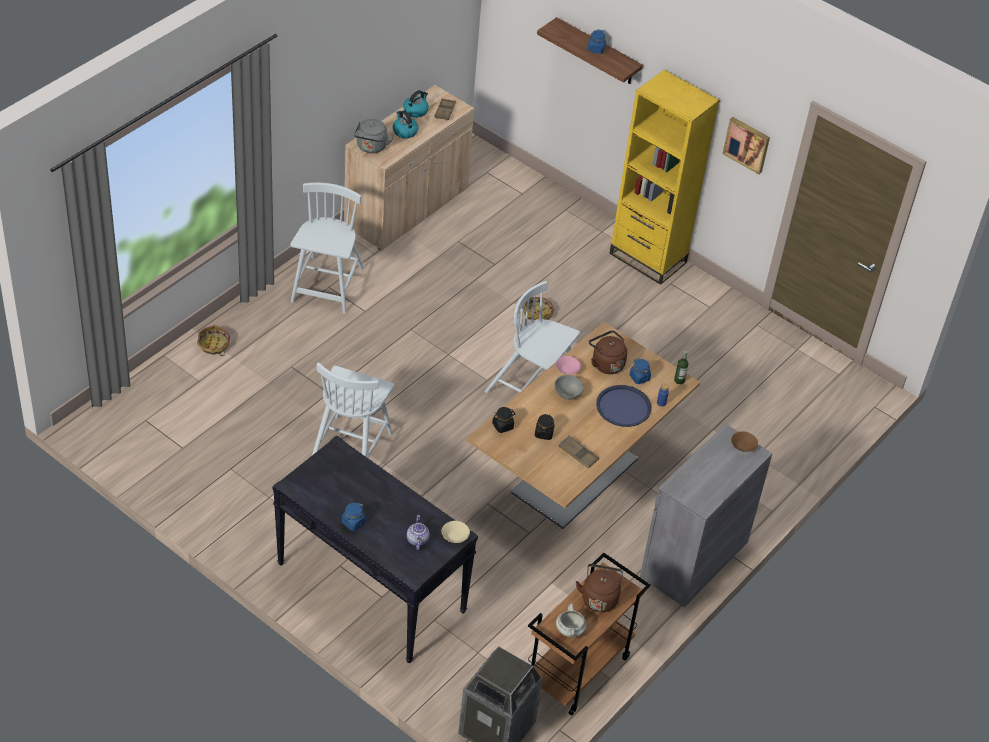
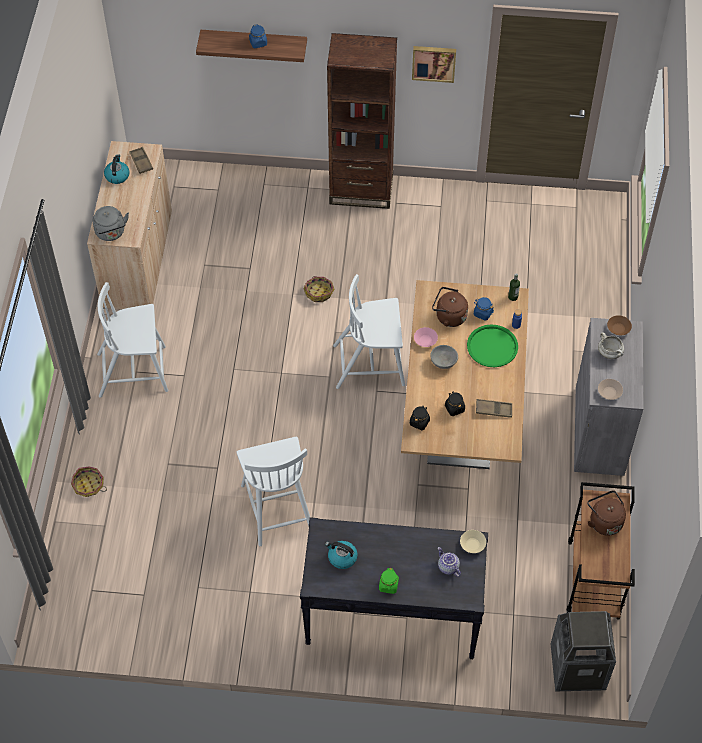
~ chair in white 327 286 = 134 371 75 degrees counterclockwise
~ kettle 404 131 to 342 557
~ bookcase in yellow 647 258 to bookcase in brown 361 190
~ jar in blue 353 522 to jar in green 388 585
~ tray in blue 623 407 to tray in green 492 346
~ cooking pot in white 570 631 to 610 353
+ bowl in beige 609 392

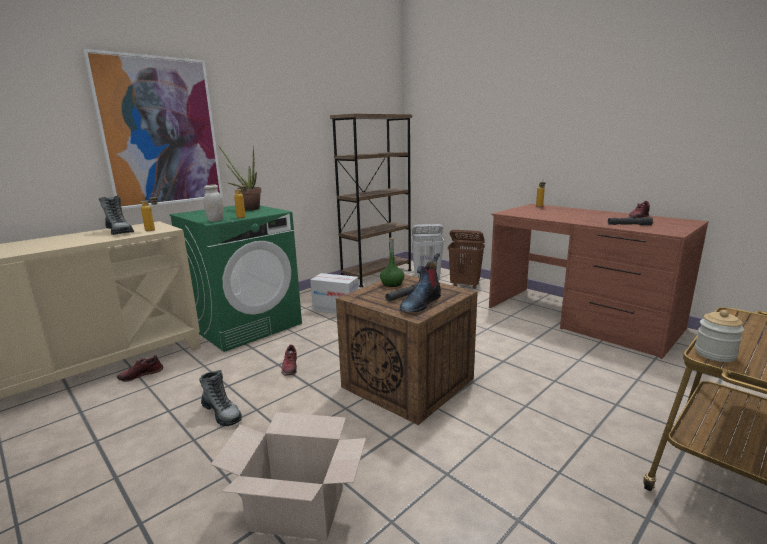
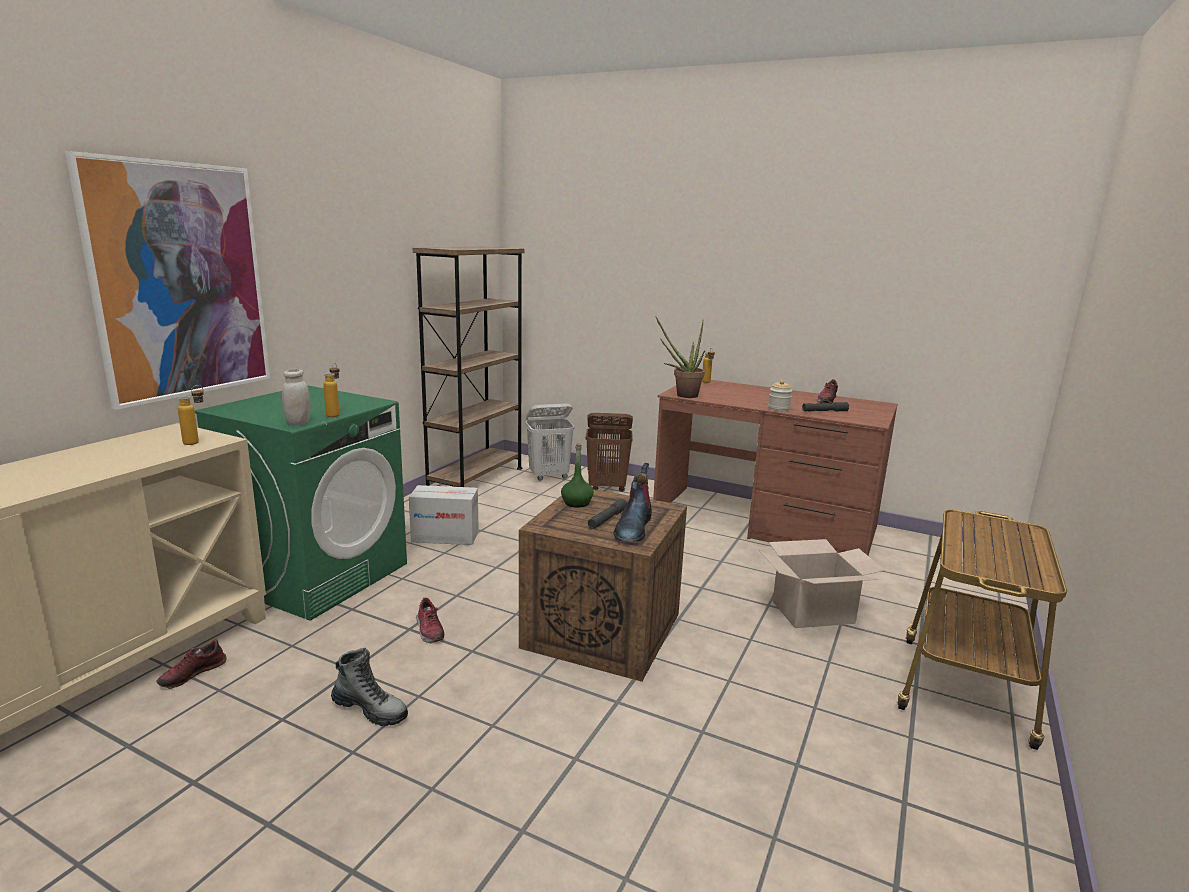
~ potted plant 247 209 to 682 395
~ cardboard box 296 510 to 813 612
~ jar 714 354 to 778 408
- boot 119 231

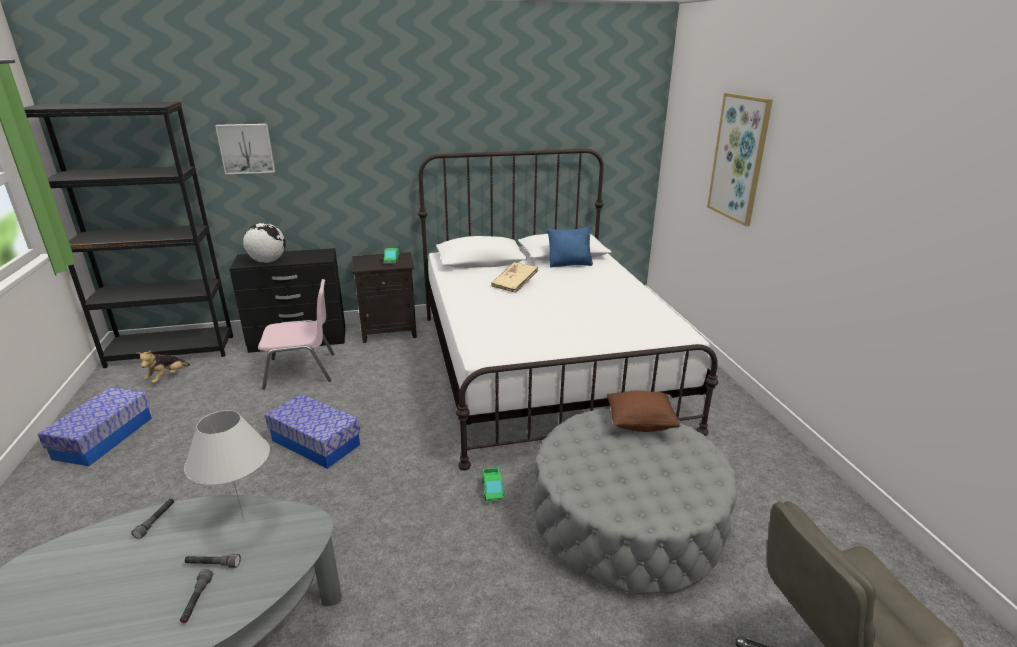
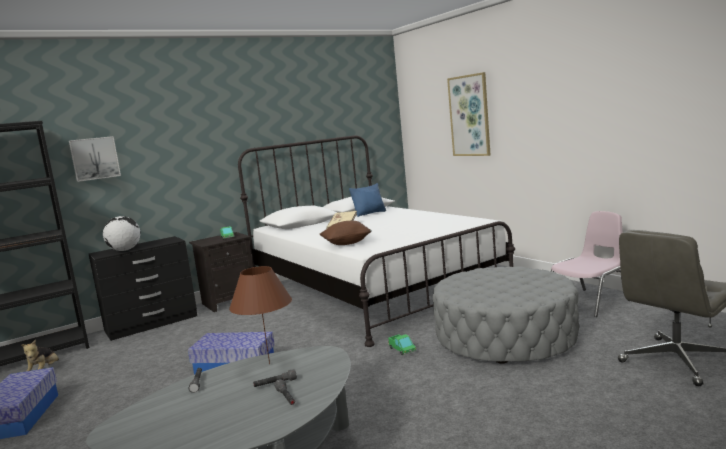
~ table lamp in white 244 519 to table lamp in brown 269 364
~ pillow in brown 641 424 to 347 243
~ chair in pink 302 370 to 590 302

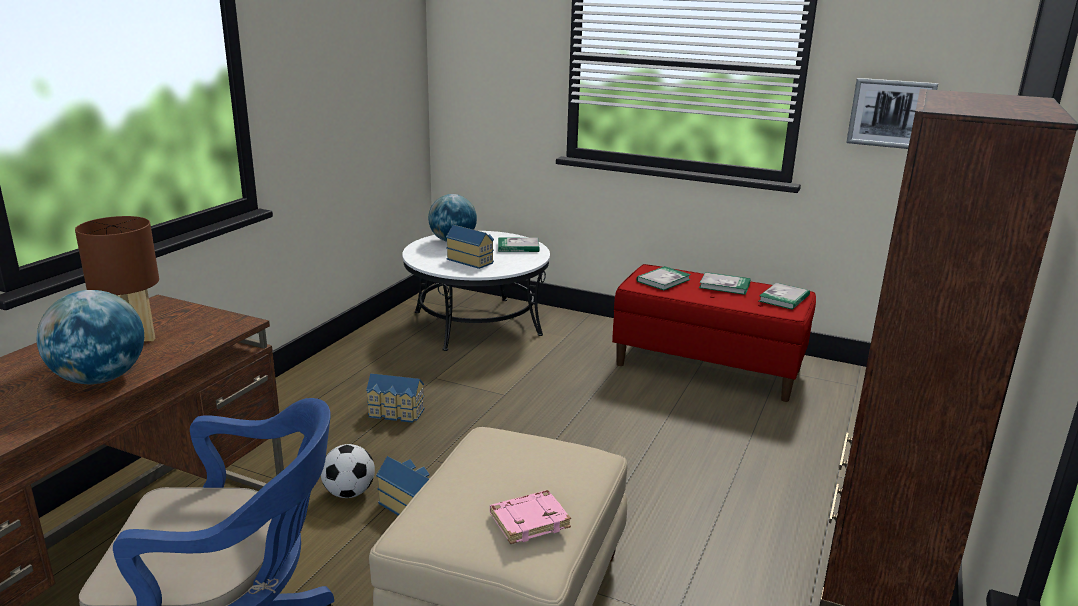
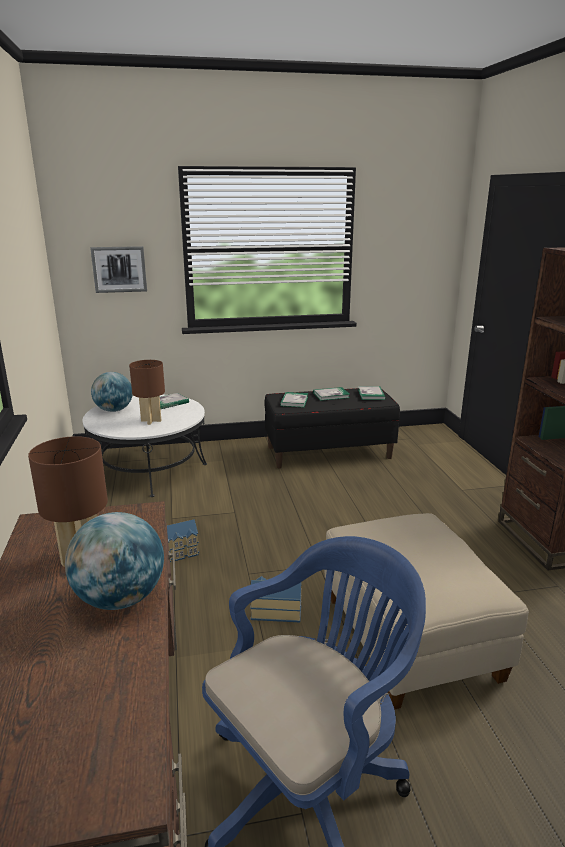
~ picture 891 113 to 119 269
~ toy house 471 260 to table lamp in brown 151 420
~ bench in red 708 367 to bench in black 329 452
- football 349 493
- book in pink 529 520

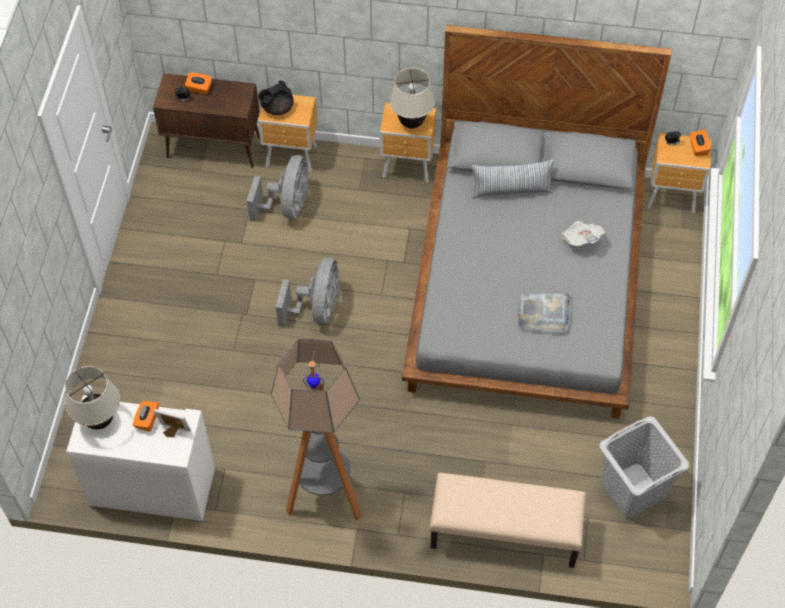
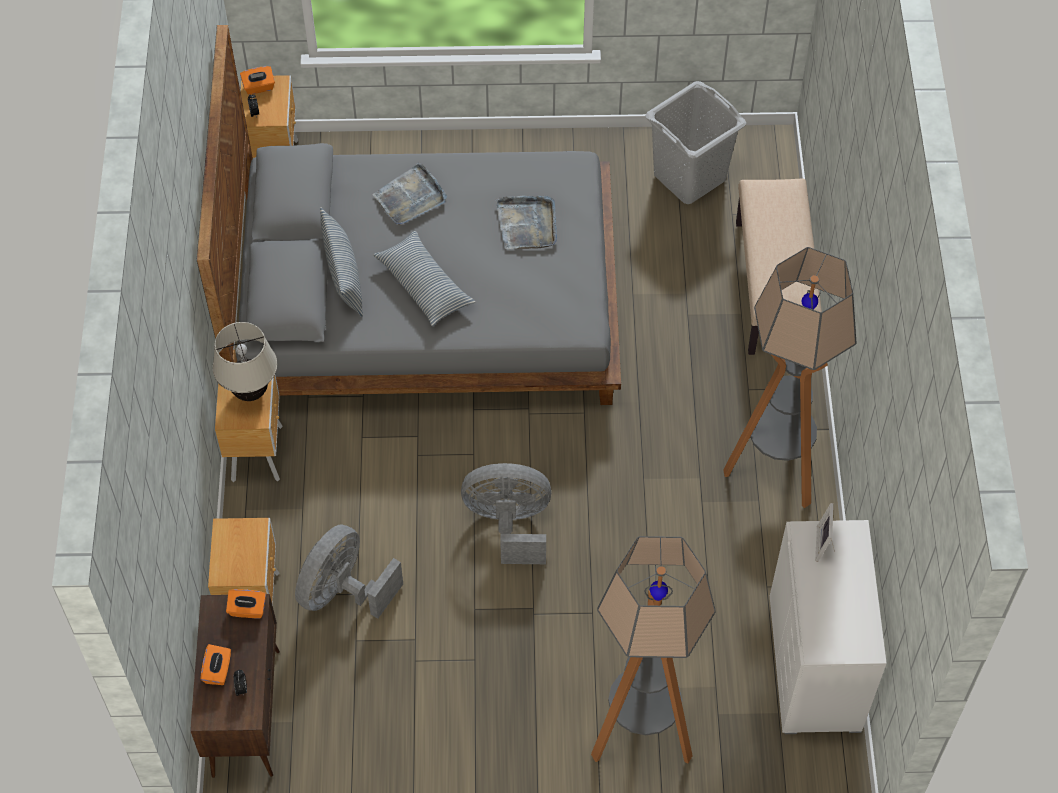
~ tissue box in orange 147 420 to 247 610
~ fan in grey 287 206 = 343 591 60 degrees counterclockwise
~ newspaper 581 239 to tray in grey 410 197
+ pillow 424 285
+ floor lamp 641 732
- table lamp in beige 99 421
- teapot in black 277 108

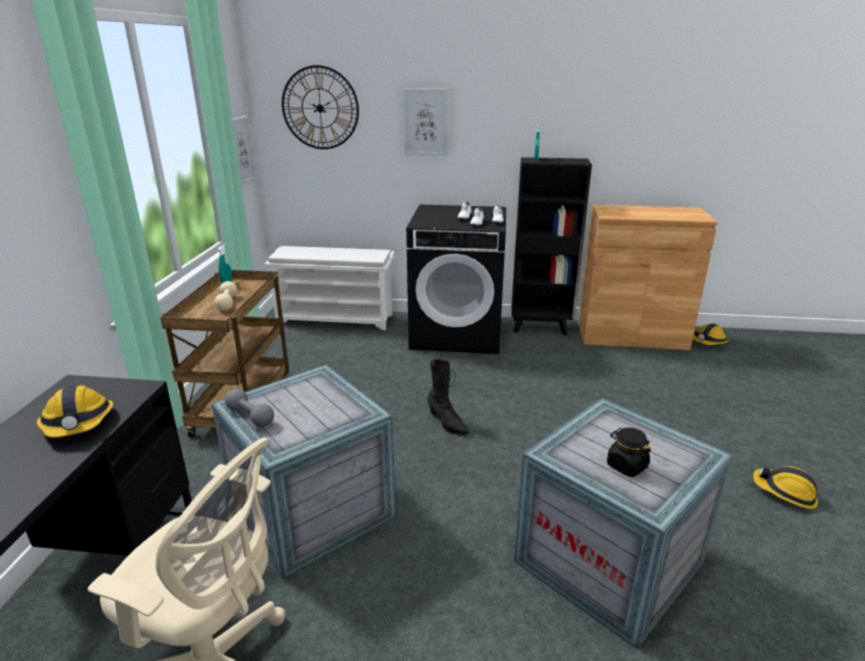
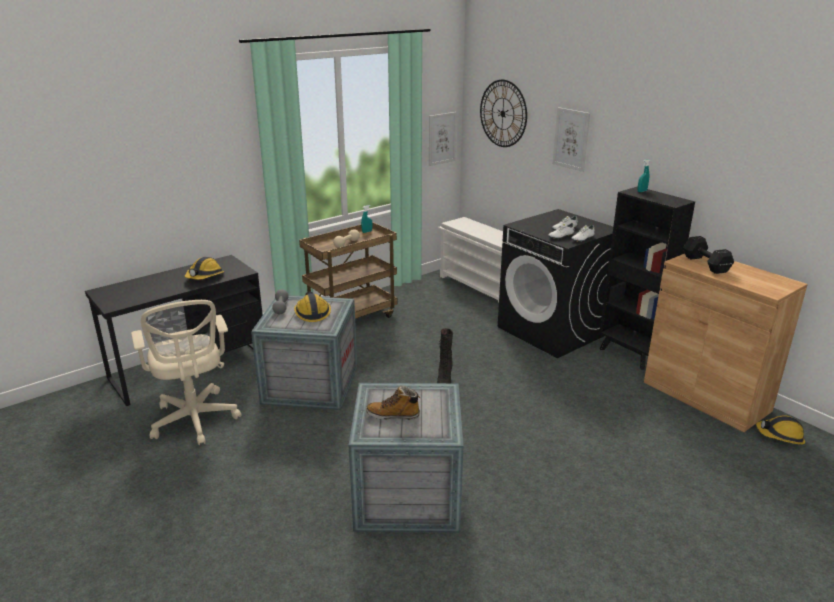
~ hard hat 784 492 to 312 313
~ jar in black 626 466 to boot 393 415
+ dumbbell in black 706 265

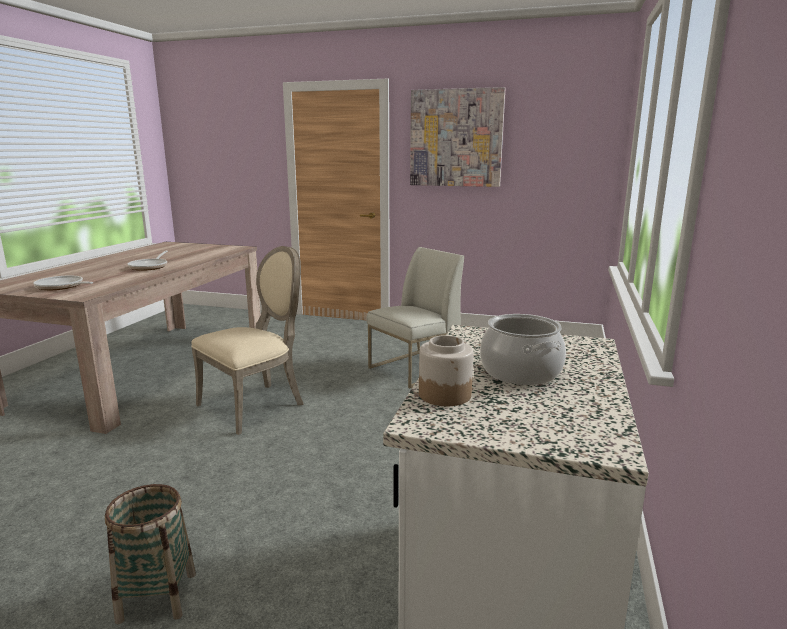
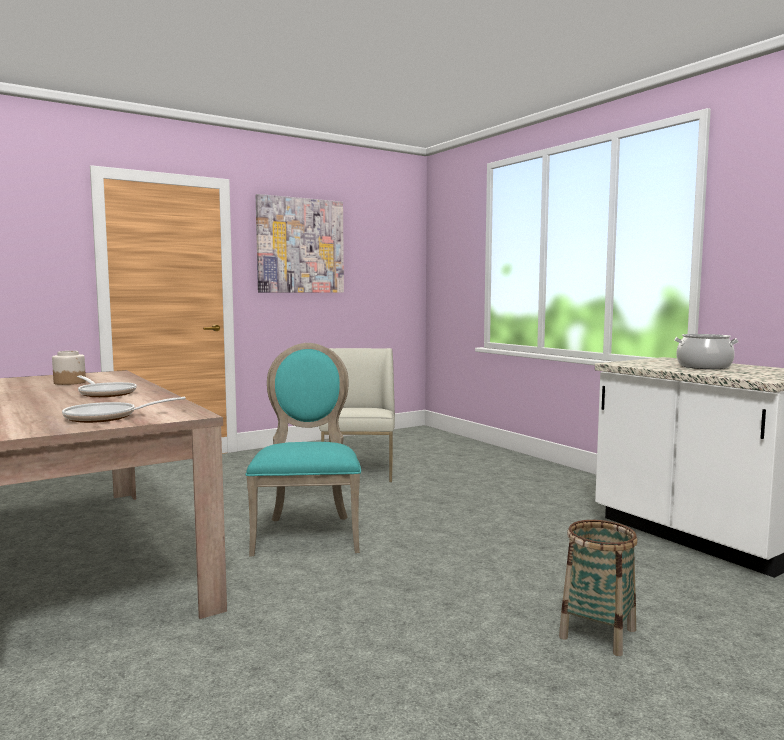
~ jar 445 395 to 70 382
~ chair in beige 256 405 to chair in turquoise 307 533

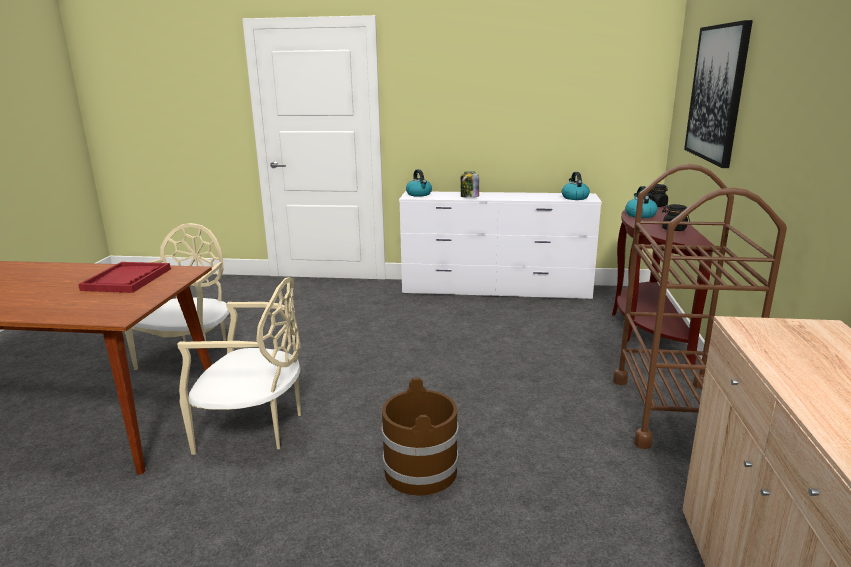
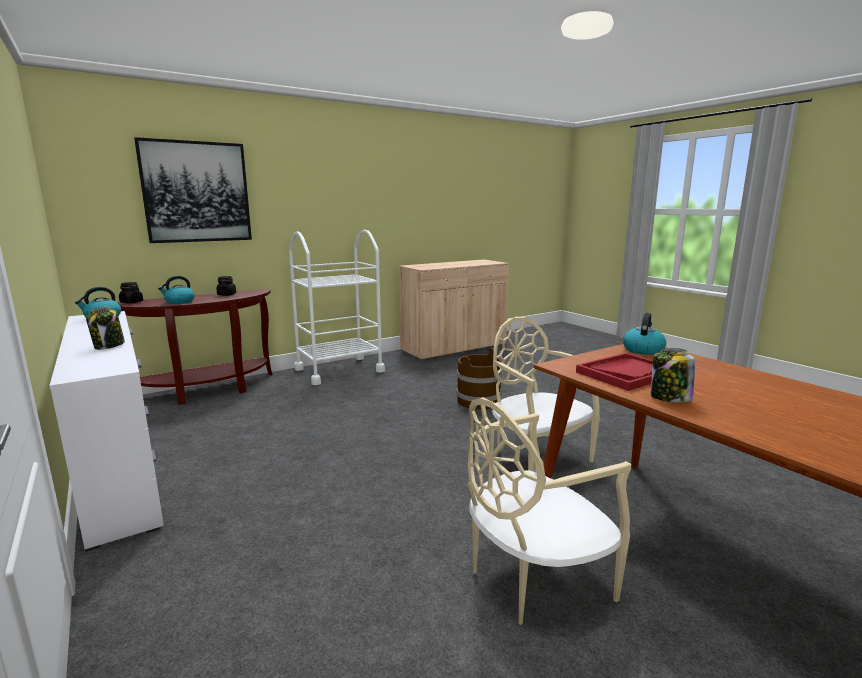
~ cart in brown 674 413 to cart in white 339 370
~ kettle 419 194 to 643 350
+ jar 669 398

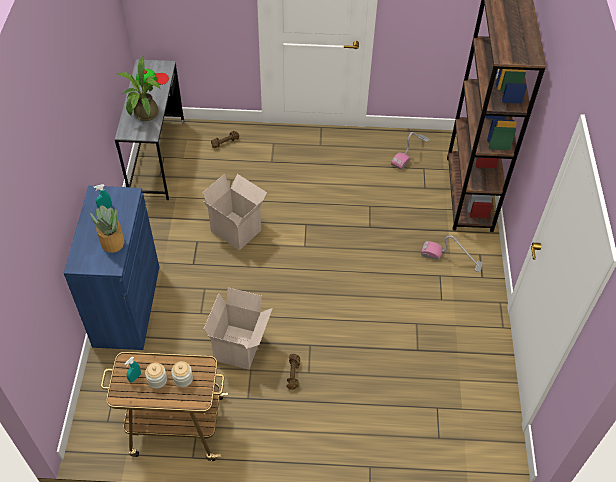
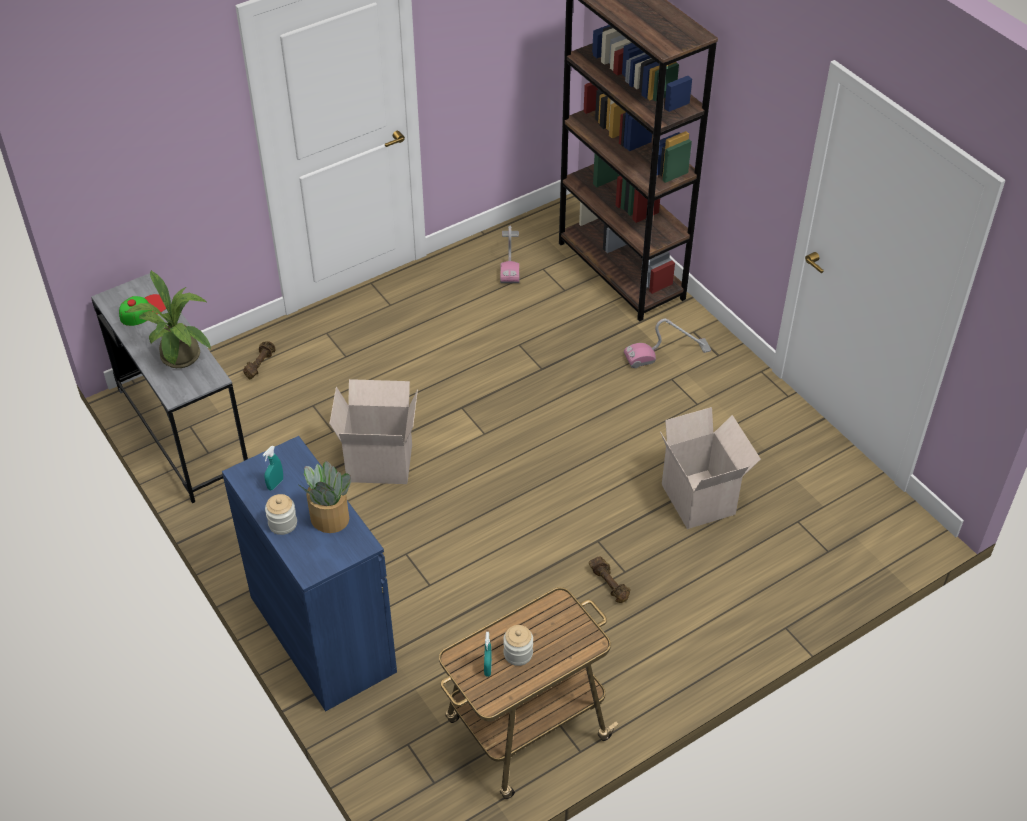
~ jar 183 379 to 283 524
~ cardboard box 239 348 to 700 499

